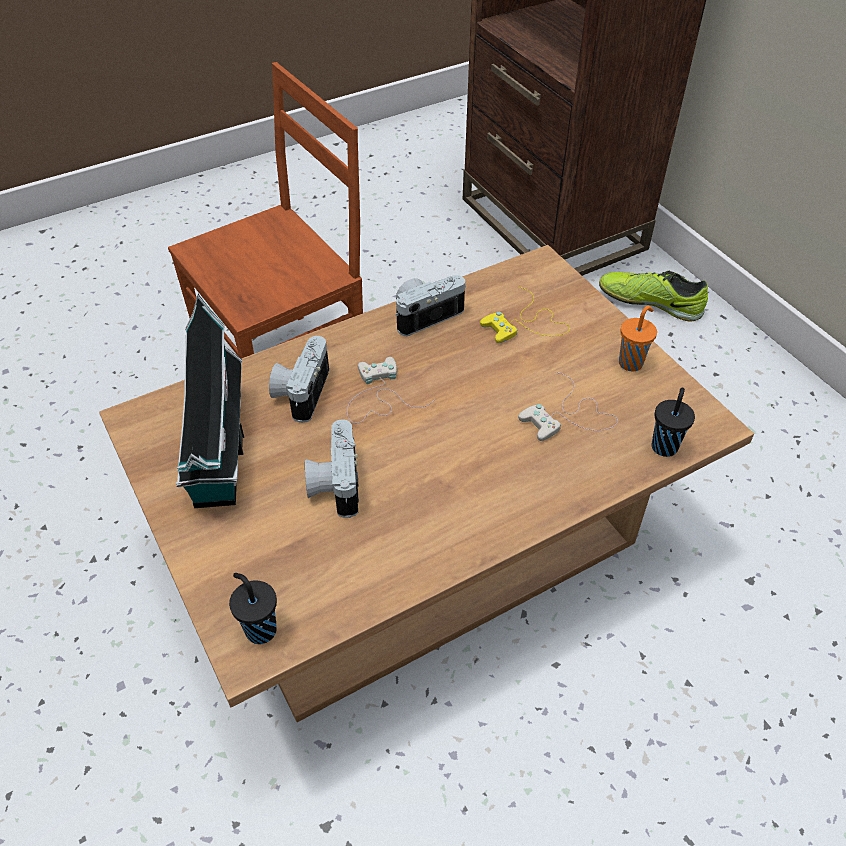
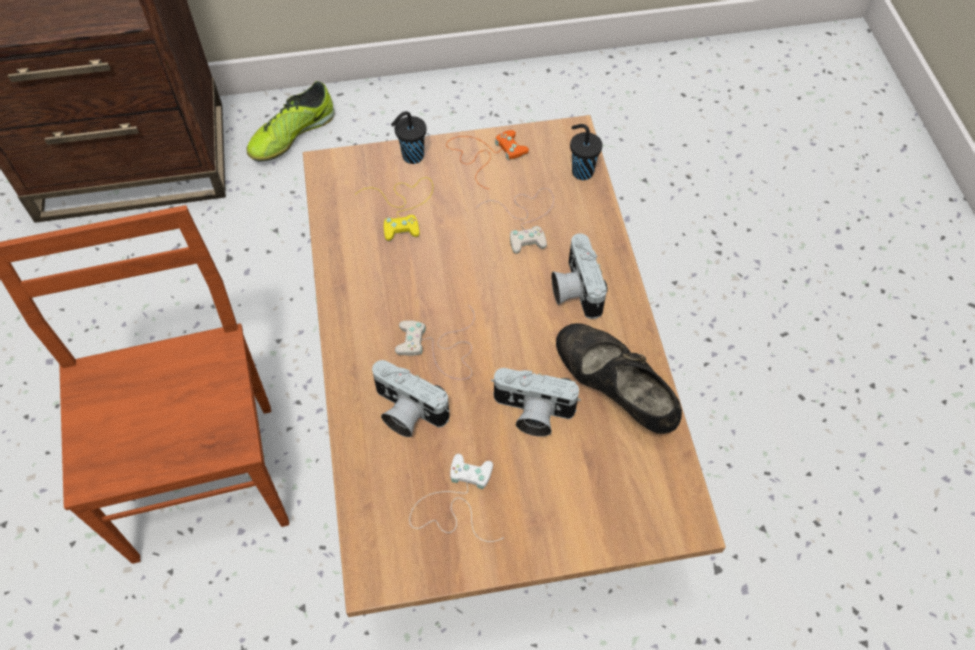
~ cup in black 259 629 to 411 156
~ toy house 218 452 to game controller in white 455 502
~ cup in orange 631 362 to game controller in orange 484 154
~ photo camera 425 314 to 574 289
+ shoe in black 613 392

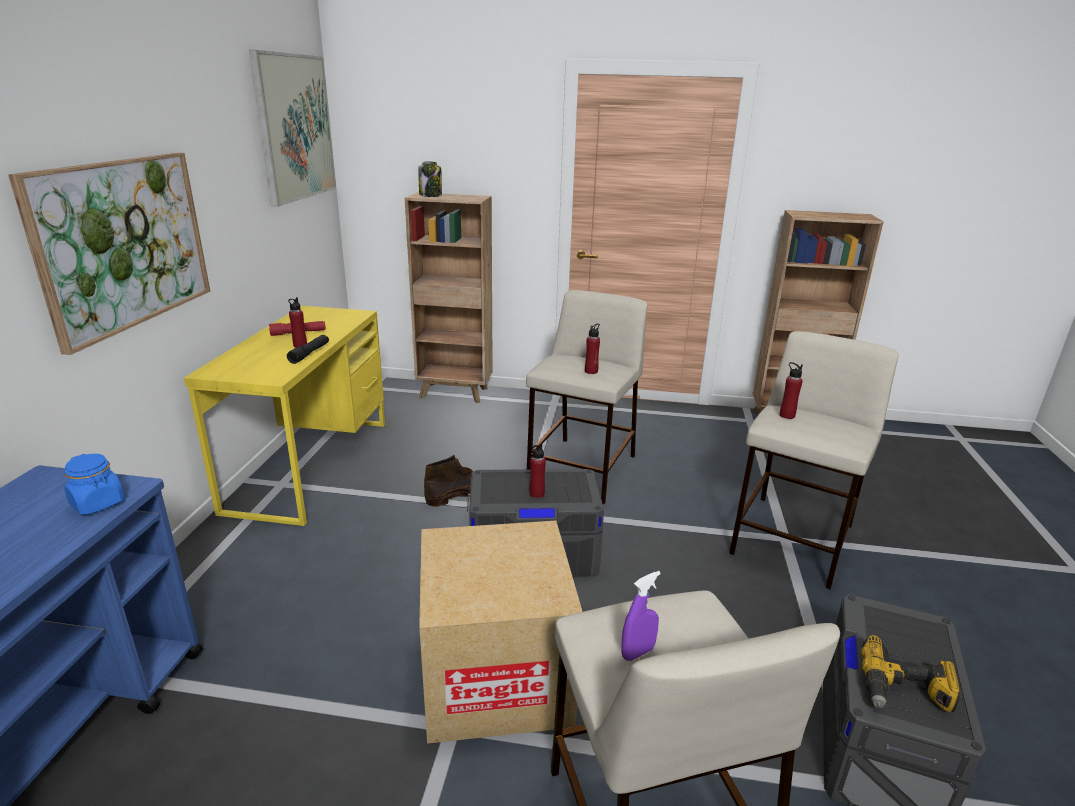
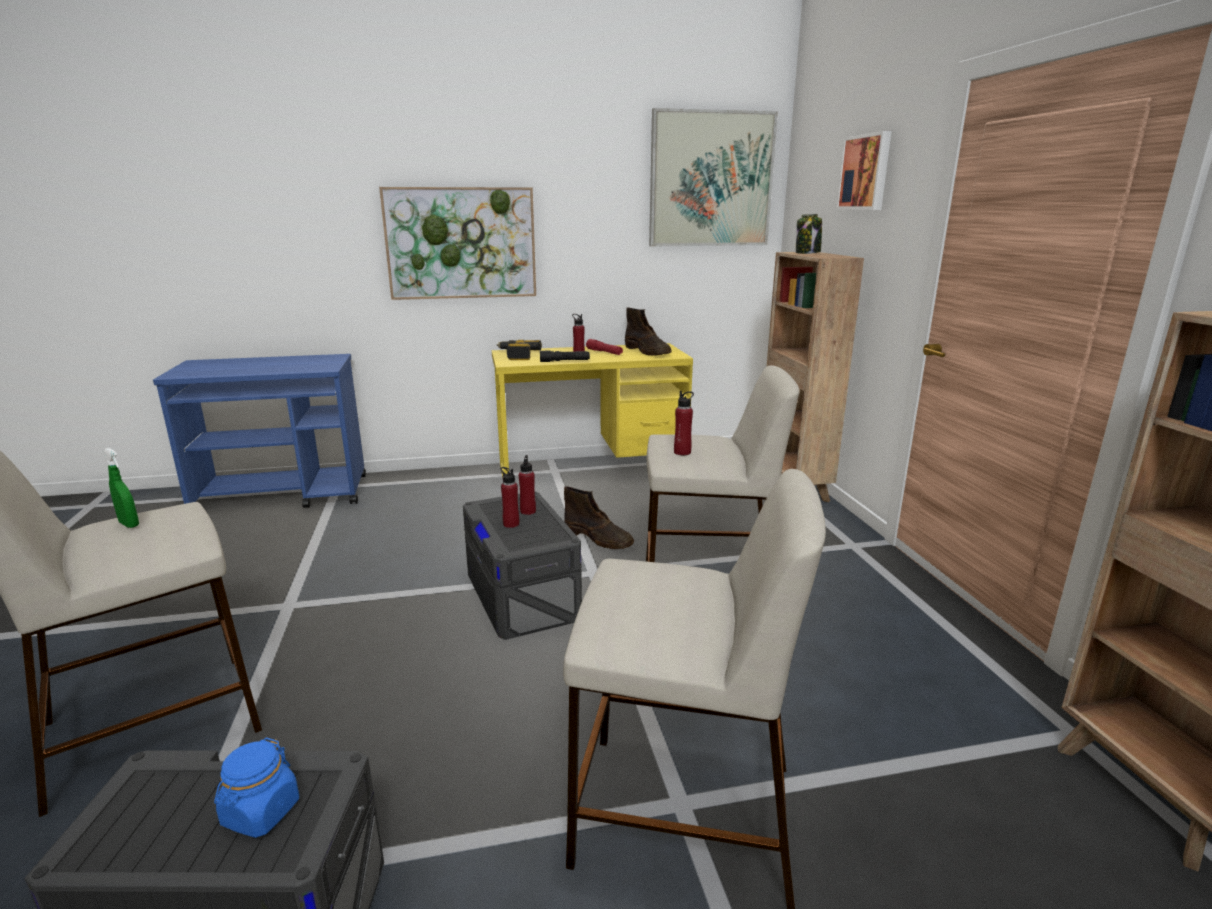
~ spray bottle in purple 637 652 to spray bottle in green 129 524
~ jar in blue 98 503 to 261 813
~ power drill 904 692 to 517 355
~ bottle in red 787 415 to 528 511
+ boot in brown 647 351
+ picture 865 172
- cardboard box 496 676

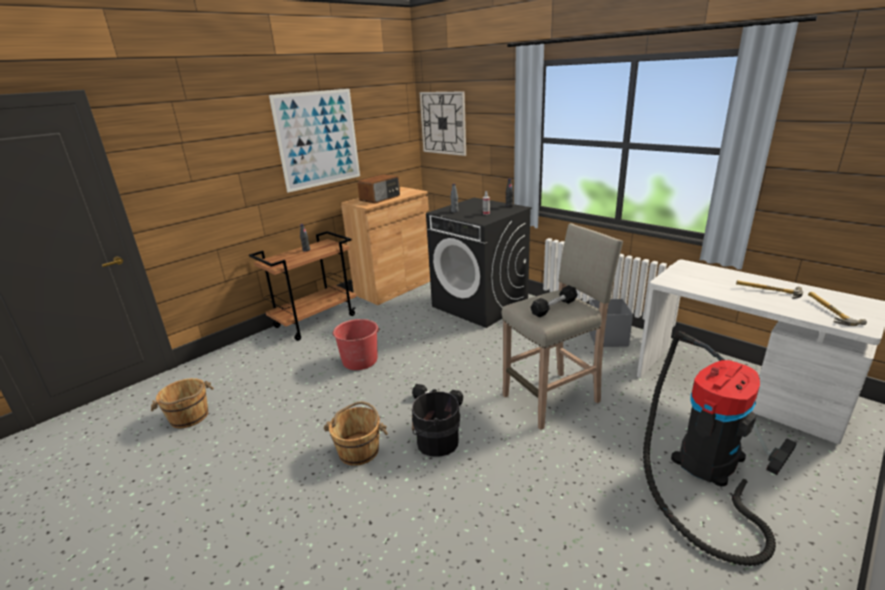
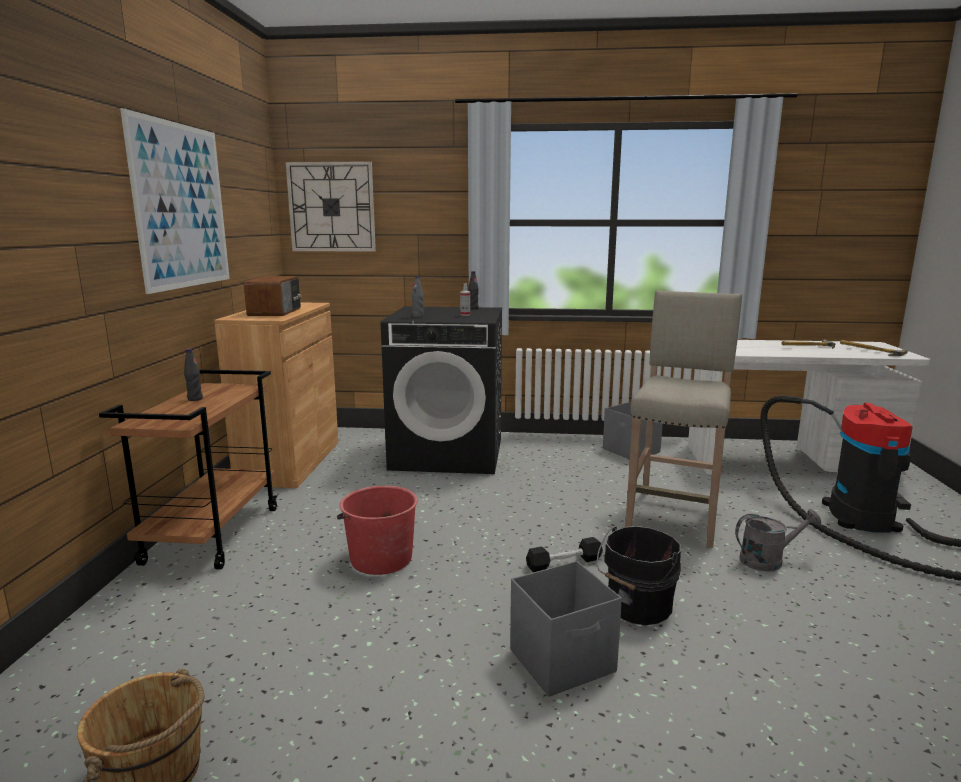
~ bucket in brown 359 450 to storage box in grey 563 661
+ watering can in grey 768 560
- dumbbell in black 554 307

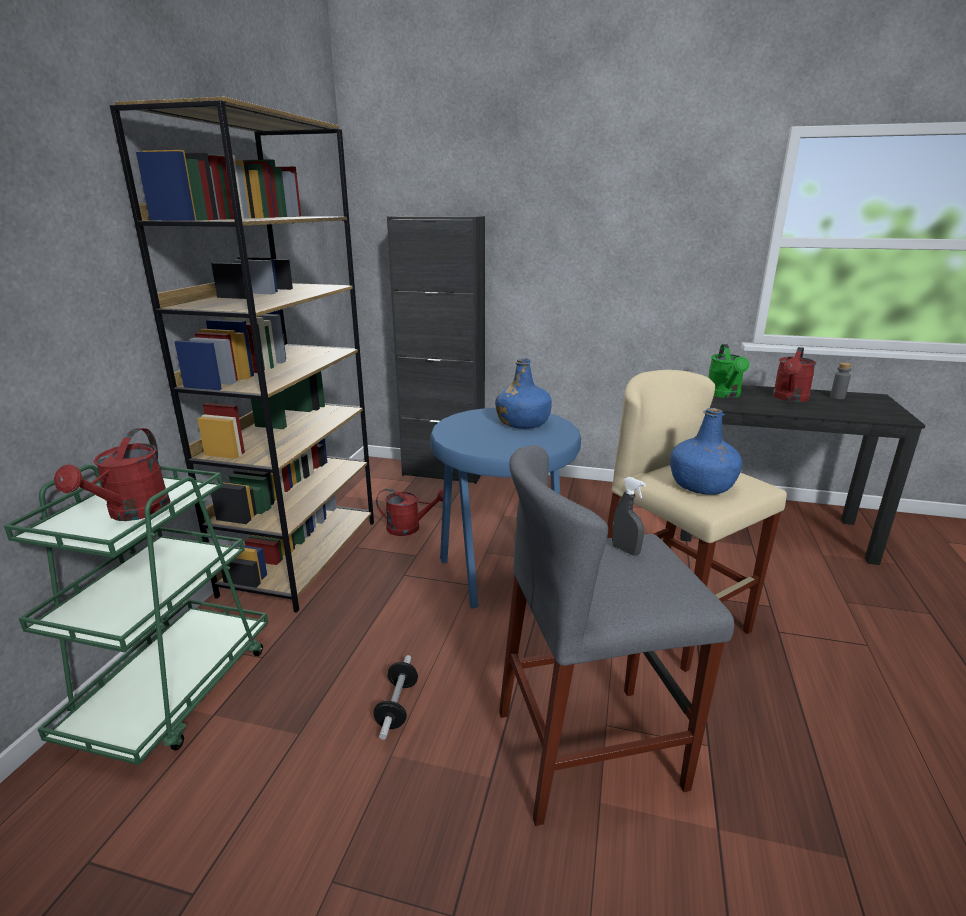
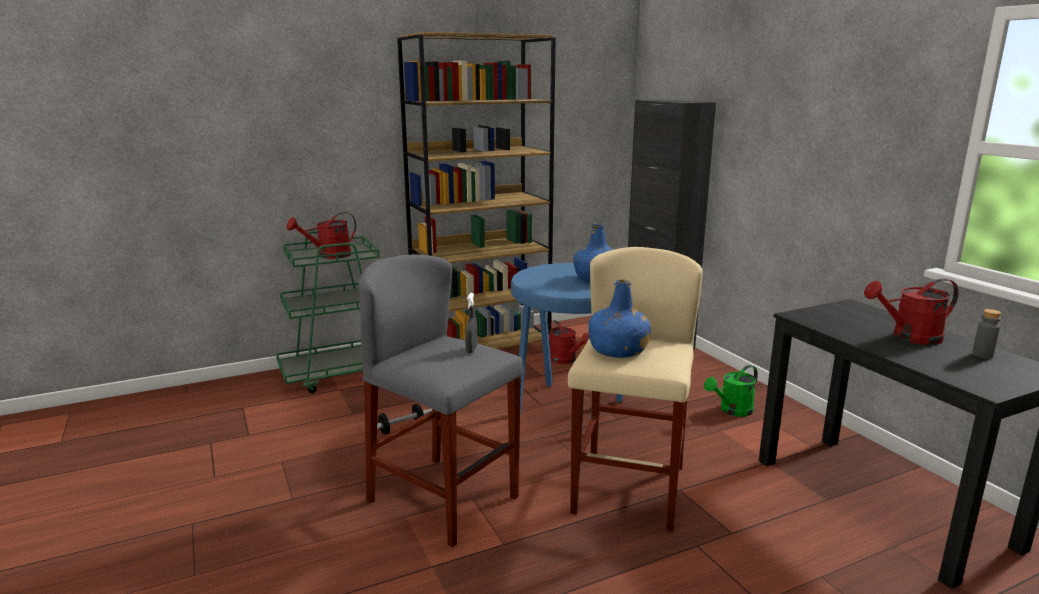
~ watering can in green 725 395 to 732 411

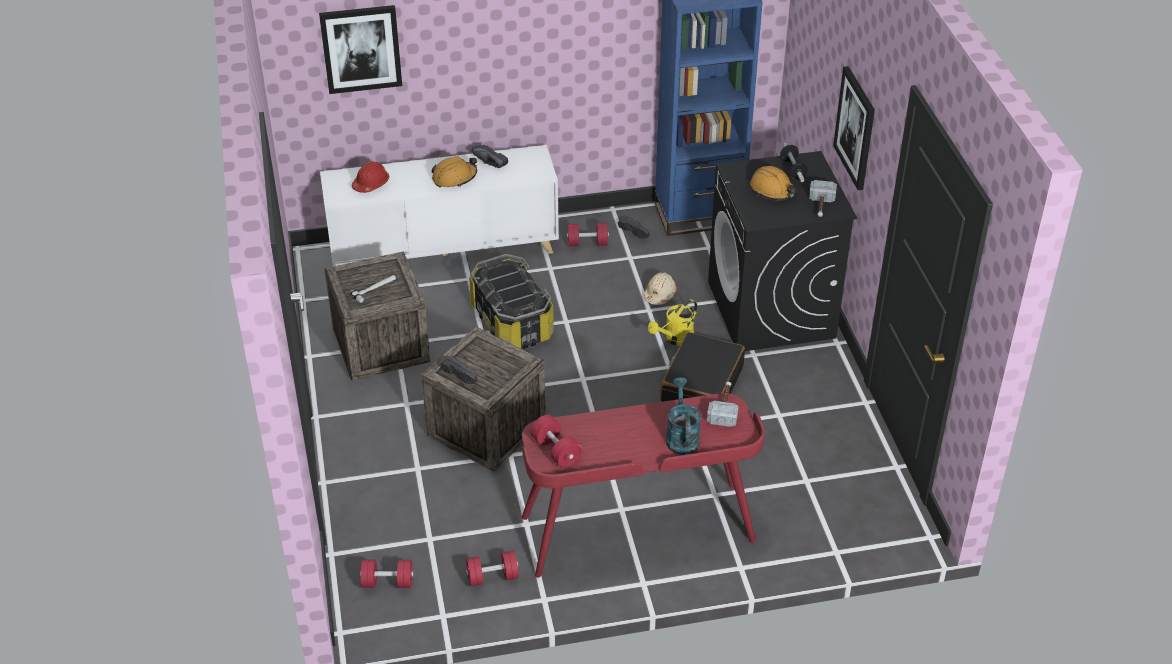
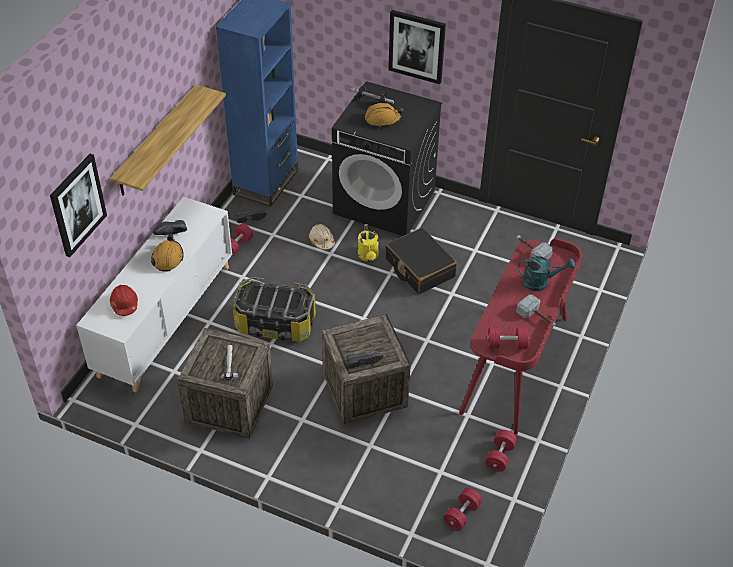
+ shelf 156 141
~ hammer 821 206 to 537 317
~ watering can in turquoise 681 436 = 540 282 150 degrees clockwise

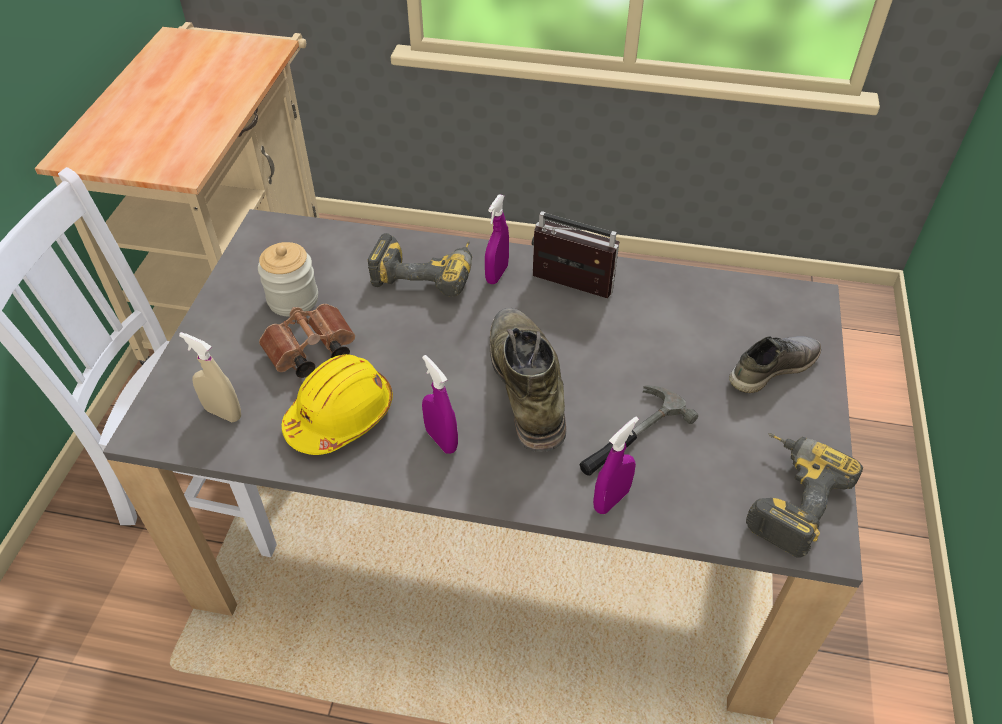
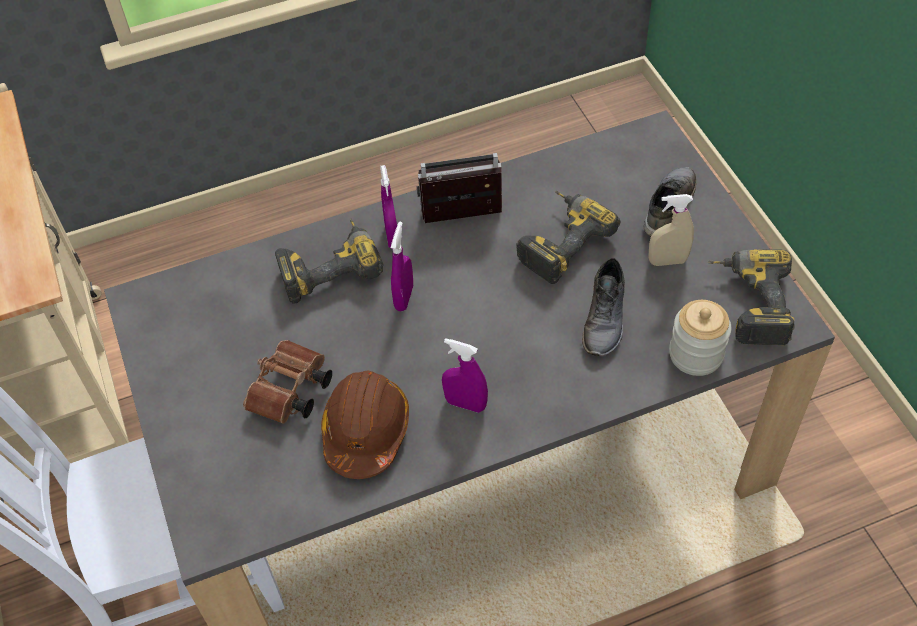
~ hard hat in yellow 340 416 to hard hat in brown 366 431
~ spray bottle in purple 611 500 to 404 298
+ power drill 559 241
~ hammer 630 435 to shoe in grey 605 319
~ spray bottle in beige 223 413 to 667 261
~ jar 293 299 to 696 354
- boot in green 526 383

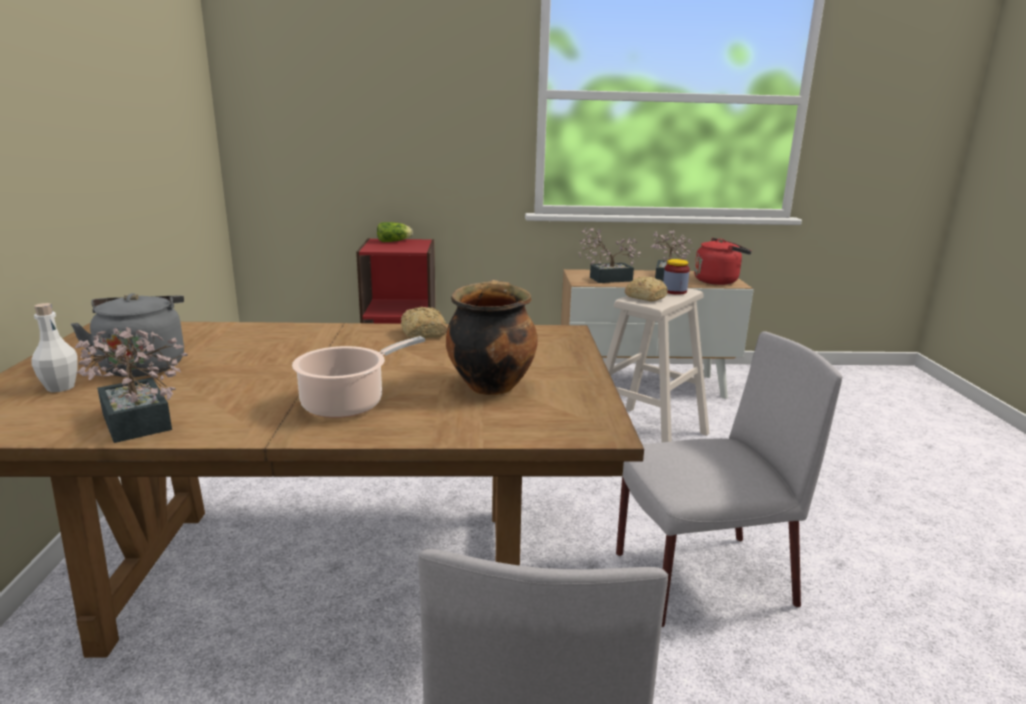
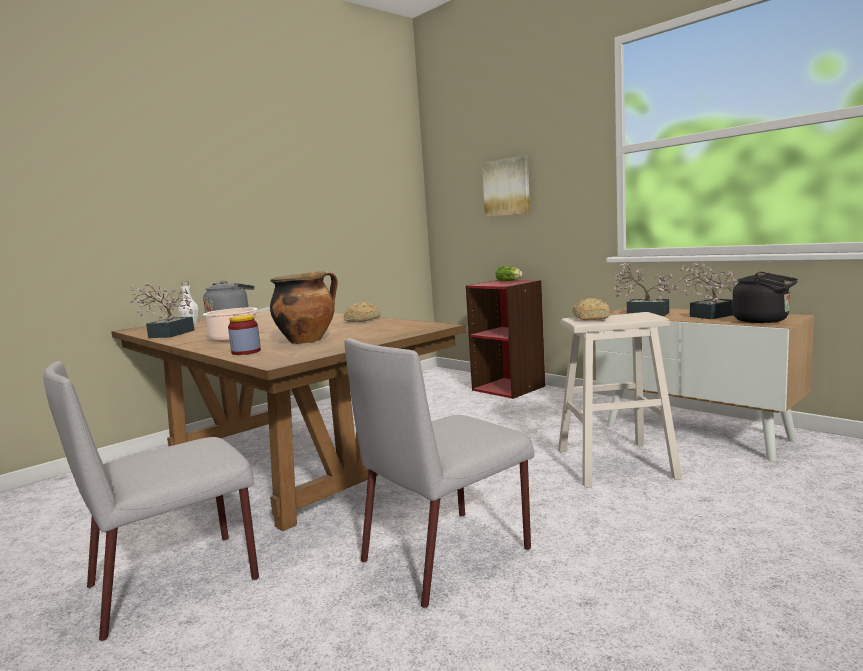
~ jar 674 291 to 246 352
~ chair in grey 700 579 = 448 553 105 degrees clockwise
+ picture 507 187
~ kettle in red 718 281 to kettle in black 764 320

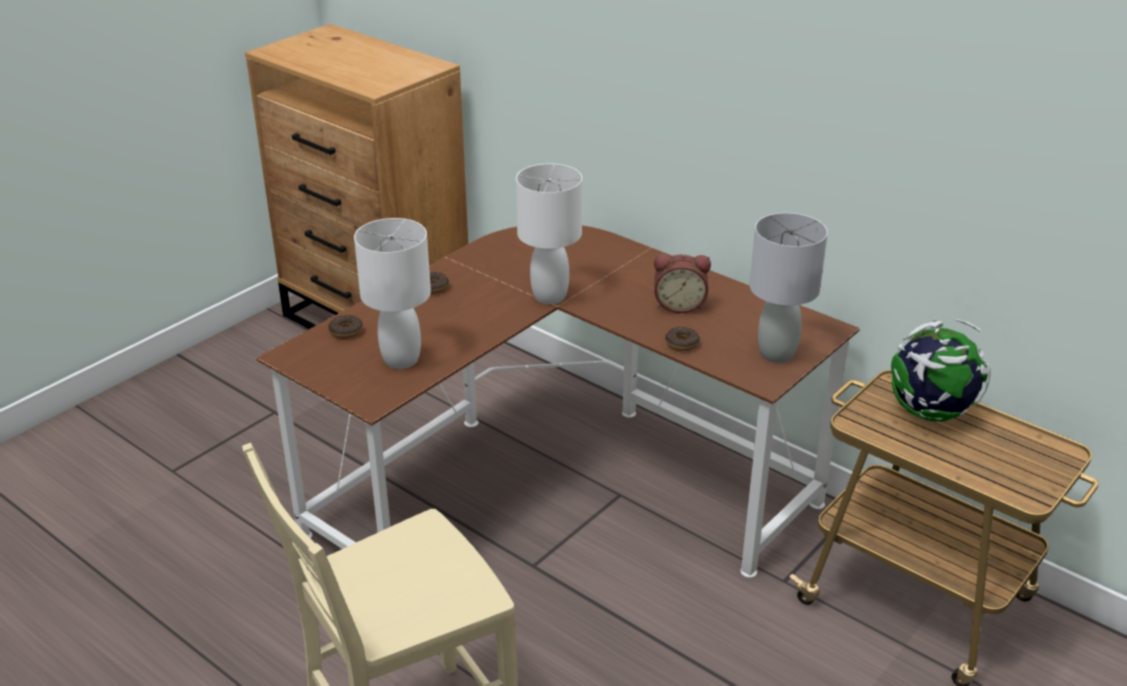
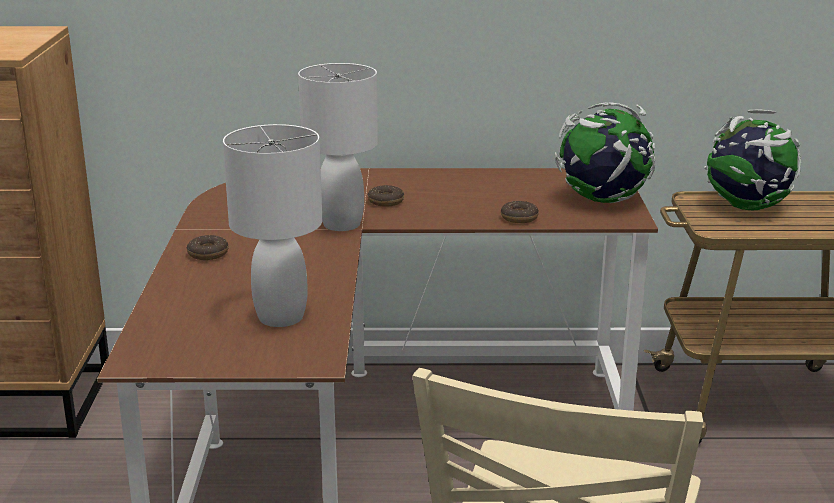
~ donut 346 331 to 386 201
~ table lamp in grey 777 353 to globe 602 200
- alarm clock 679 304

